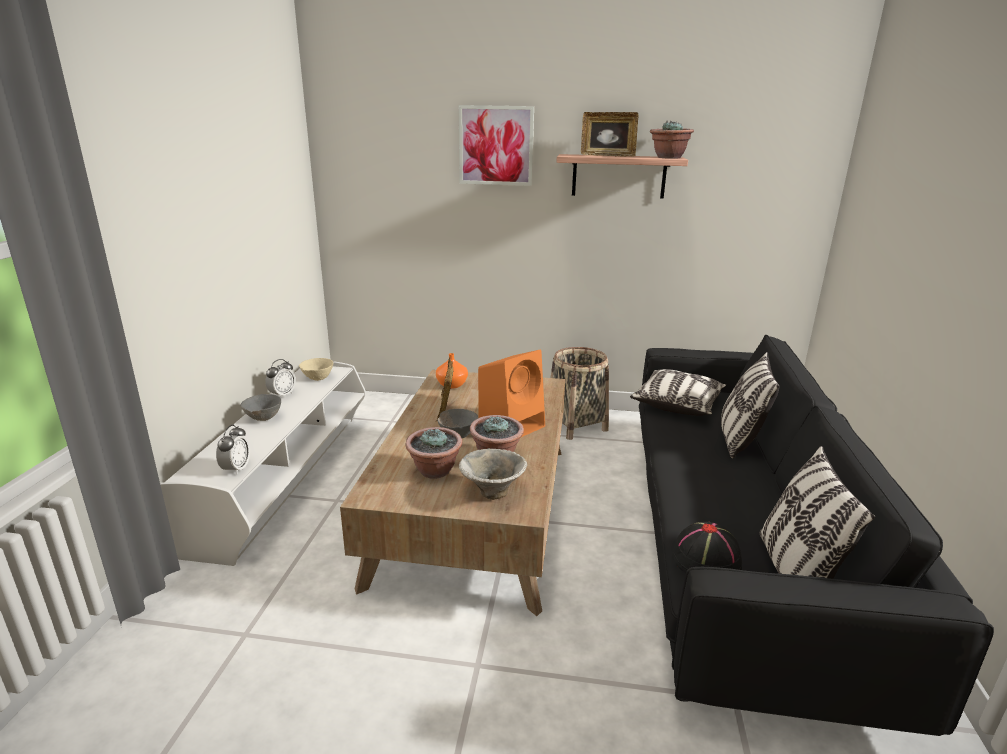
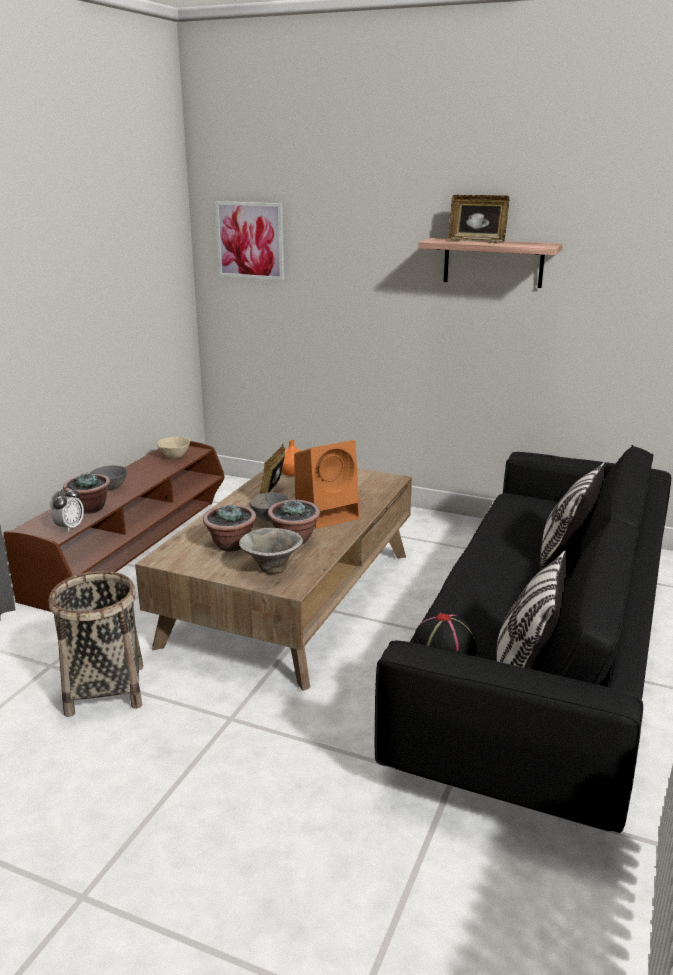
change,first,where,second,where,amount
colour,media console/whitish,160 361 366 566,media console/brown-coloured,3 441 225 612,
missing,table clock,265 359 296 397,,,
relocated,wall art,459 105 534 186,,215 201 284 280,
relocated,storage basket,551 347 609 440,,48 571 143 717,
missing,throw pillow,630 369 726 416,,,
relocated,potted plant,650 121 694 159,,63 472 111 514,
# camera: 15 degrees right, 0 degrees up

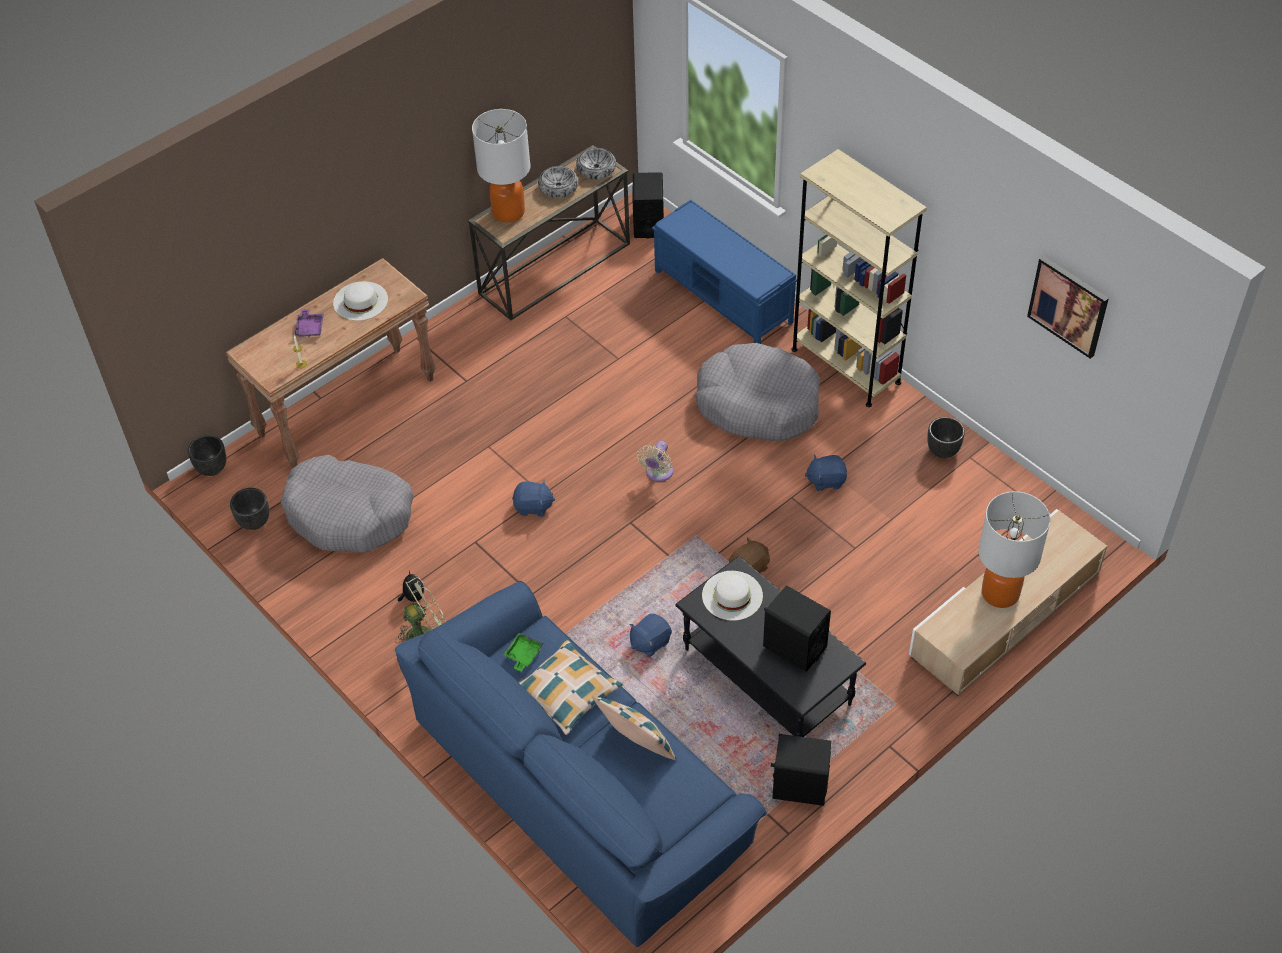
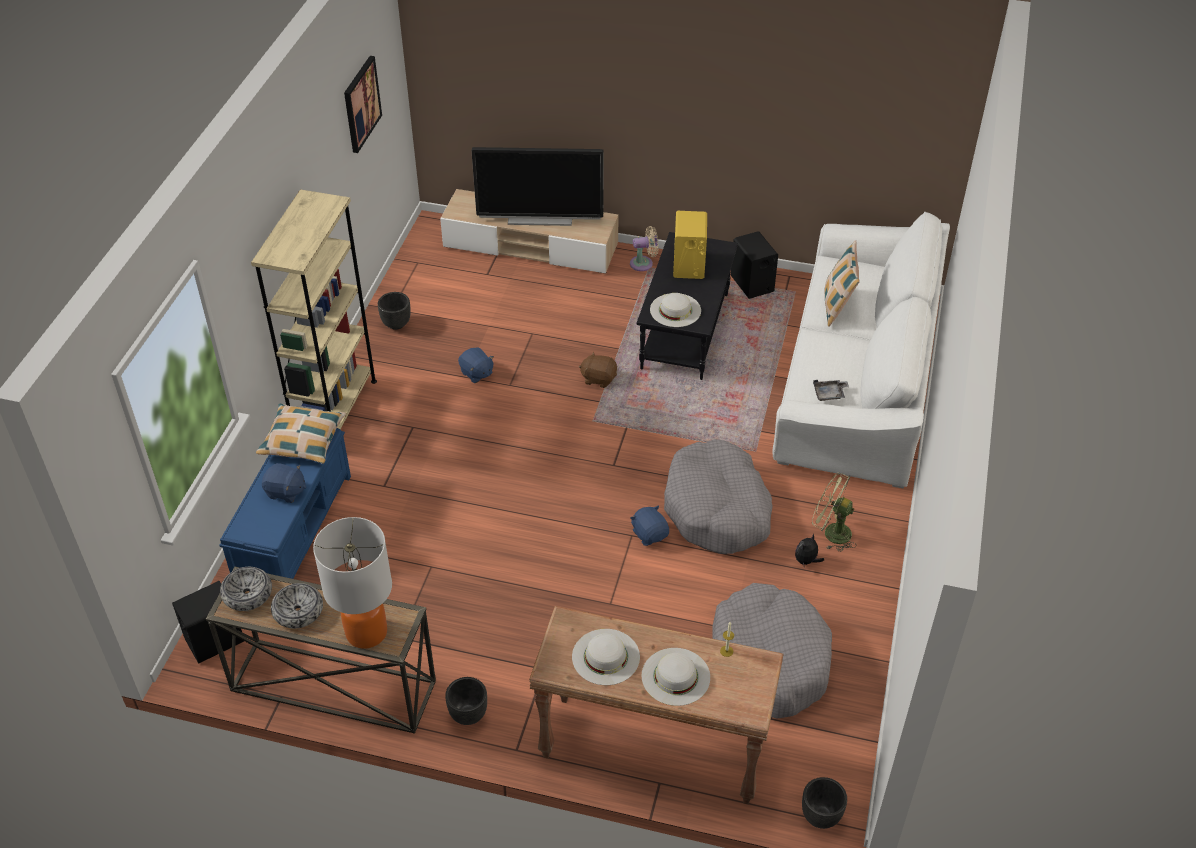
change,first,where,second,where,amount
relocated,plant pot/black-coloured,230 488 269 530,,445 677 487 725,
exchanged,tray/purple,294 309 324 337,clothing hat/whitish,642 648 710 706,
colour,couch/blue,395 581 767 947,couch/whitish,773 212 950 488,
colour,tray/green,503 633 543 672,tray/greyish,813 380 849 401,
relocated,throw pillow,519 640 623 735,,256 404 346 464,
relocated,plush toy/blue,629 613 672 657,,262 463 306 503,
relocated,electric fan/beige-coloured,637 440 673 482,,630 226 659 271,
relocated,dog cushion/greyish,695 343 820 441,,664 439 773 554,
colour,loudspeaker/black-coloured,763 585 831 672,loudspeaker/yellow-coloured,673 211 707 279,
exchanged,tabletop lamp,978 491 1051 608,TV,472 147 604 226,
# camera: 125 degrees left, 5 degrees down

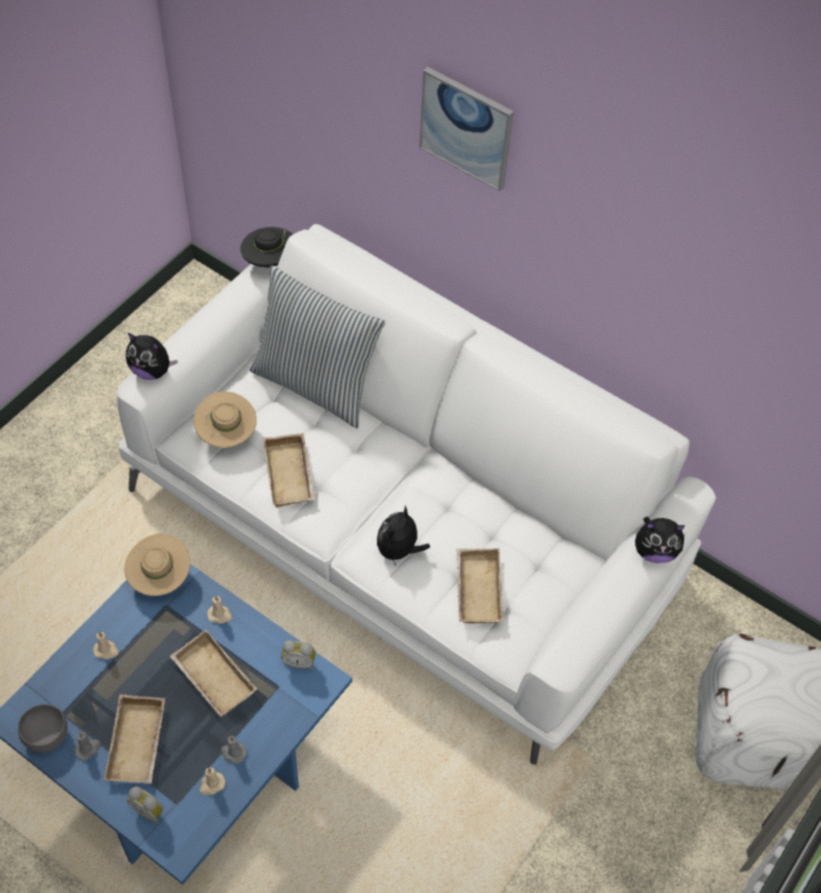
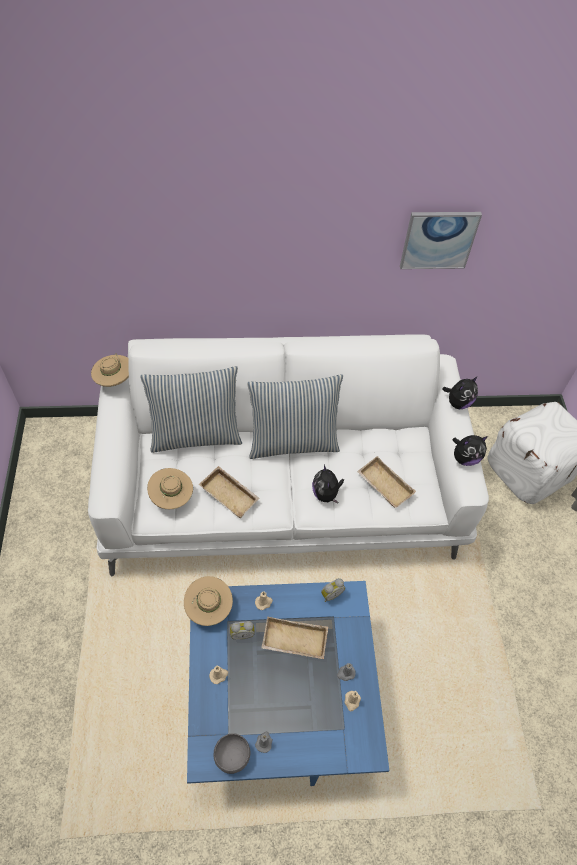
change,first,where,second,where,amount
missing,tray/beige-coloured,104 694 165 784,,,
relocated,plush toy,126 333 178 380,,452 435 488 466,
relocated,table clock,127 786 163 823,,230 621 255 640,
colour,clothing hat/black-coloured,240 227 293 268,clothing hat/beige-coloured,91 353 129 387,
relocated,wall art,419 67 514 191,,400 212 482 269,
appeared,,,throw pillow,247 374 343 459,
# camera: 40 degrees left, 0 degrees up

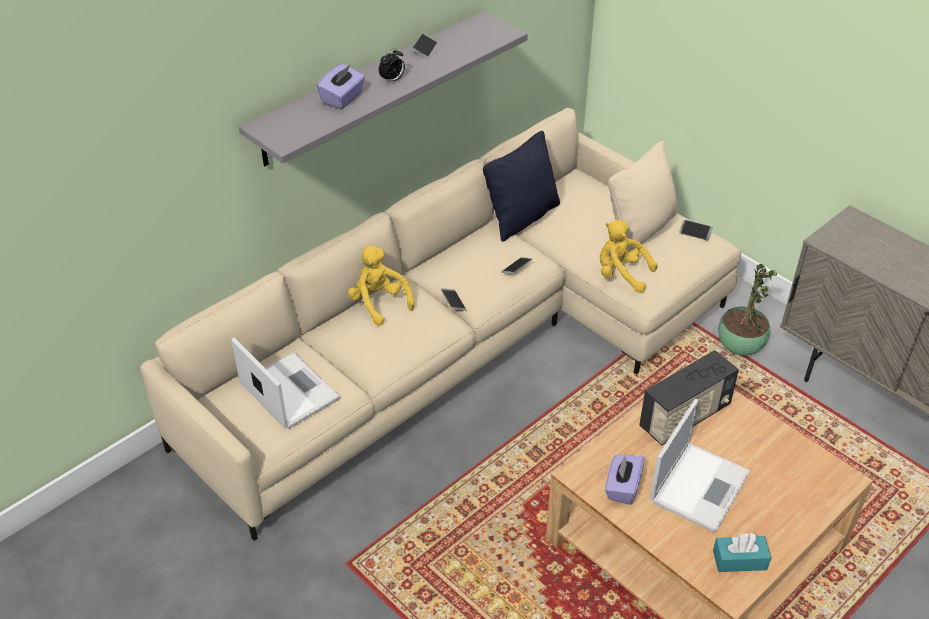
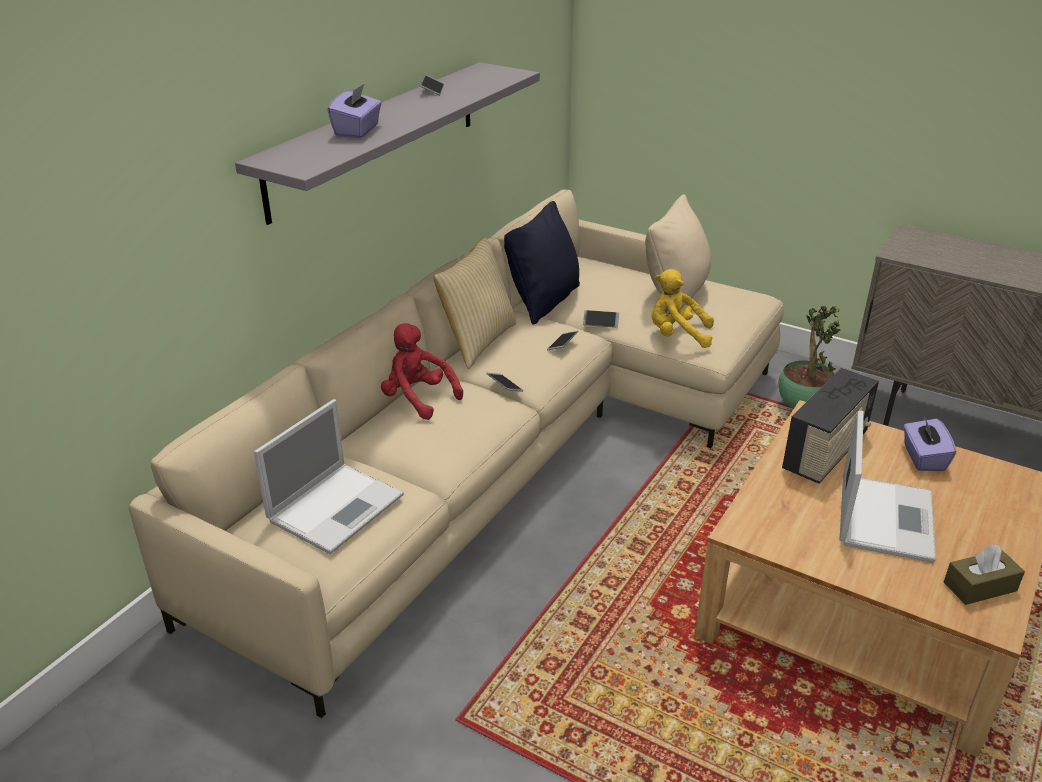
change,first,where,second,where,amount
spun,portable computer,231 337 340 429,,254 399 404 554,90 degrees clockwise
colour,plush toy/yellow-coloured,348 245 414 326,plush toy/red-coloured,381 323 463 420,
missing,table clock,379 48 405 84,,,
relocated,box of tissues/purple,605 454 645 505,,904 418 956 471,
relocated,telephone,679 220 713 241,,583 310 619 328,
colour,box of tissues/turquoise,713 533 771 572,box of tissues/brown-coloured,944 544 1025 605,
appeared,,,throw pillow,433 236 516 369,
# camera: 15 degrees left, 10 degrees down

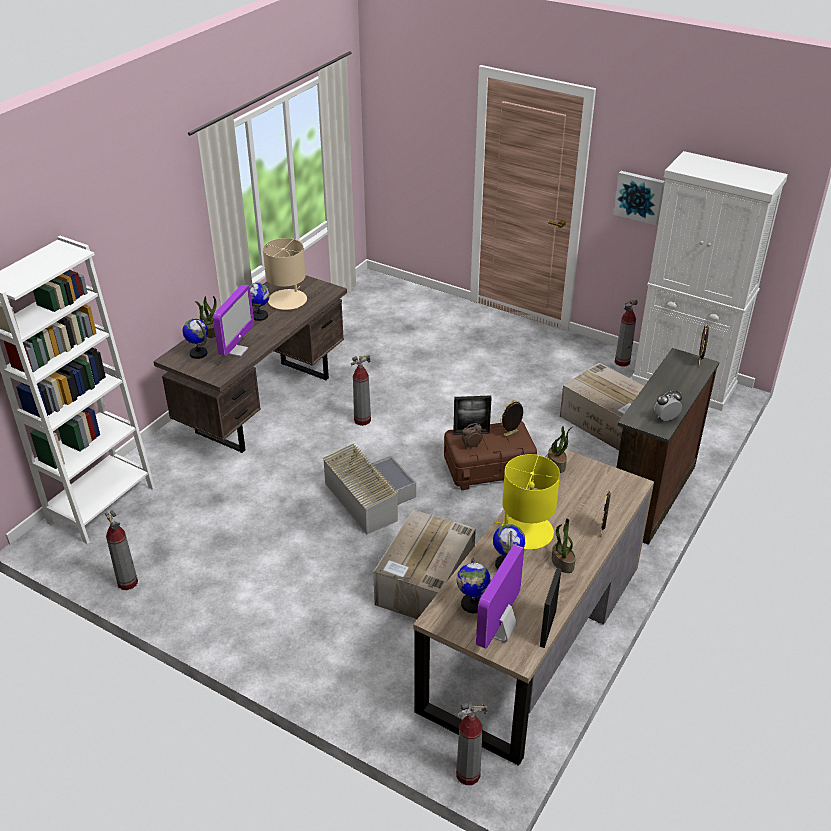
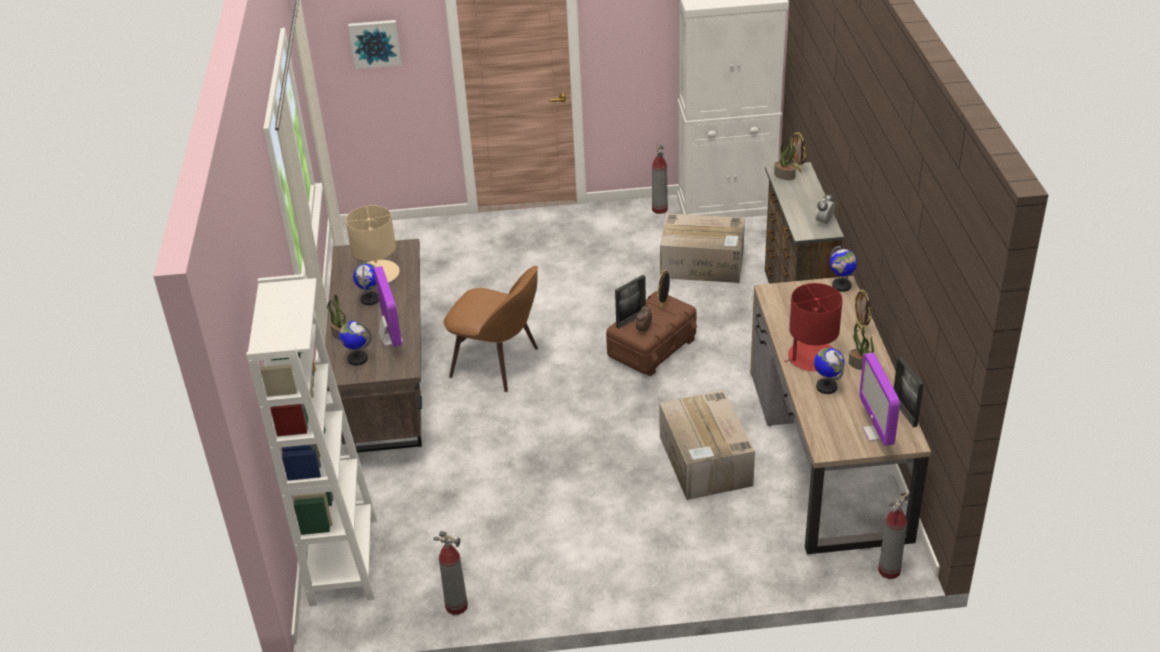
change,first,where,second,where,amount
missing,storage bin/greyish,323 443 416 534,,,
exchanged,extinguisher,351 355 371 426,upright chair/brown-coloured,443 266 538 392,
relocated,desk globe,457 557 490 613,,830 246 857 292,
colour,tabletop lamp/yellow-coloured,495 454 560 550,tabletop lamp/red-coloured,784 283 843 371,
relocated,potted plant,548 426 573 473,,774 137 796 180,
relocated,wall art,613 171 665 225,,348 20 402 69,
# camera: 35 degrees left, 0 degrees up

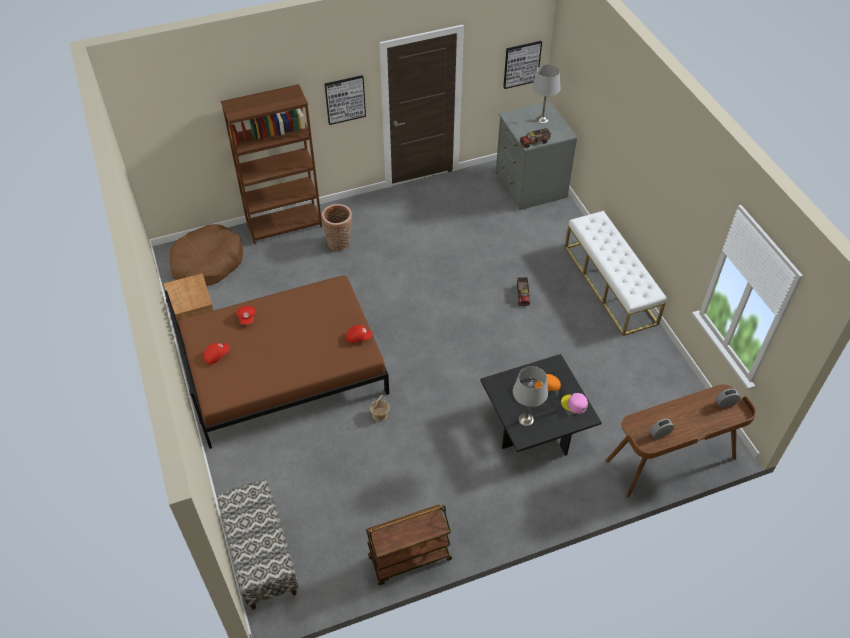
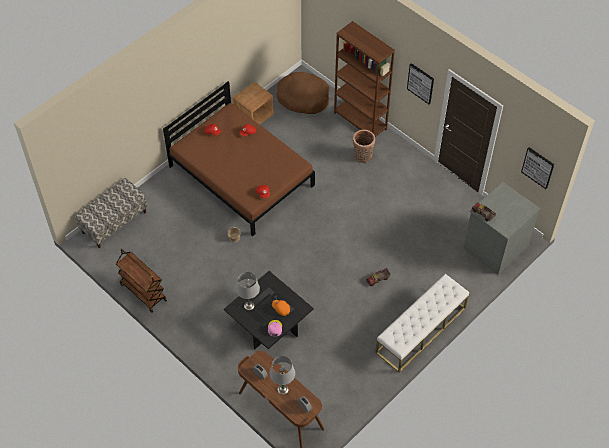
change,first,where,second,where,amount
relocated,tabletop lamp/greyish,532 64 561 124,,270 356 295 395,
# camera: 65 degrees right, 5 degrees up

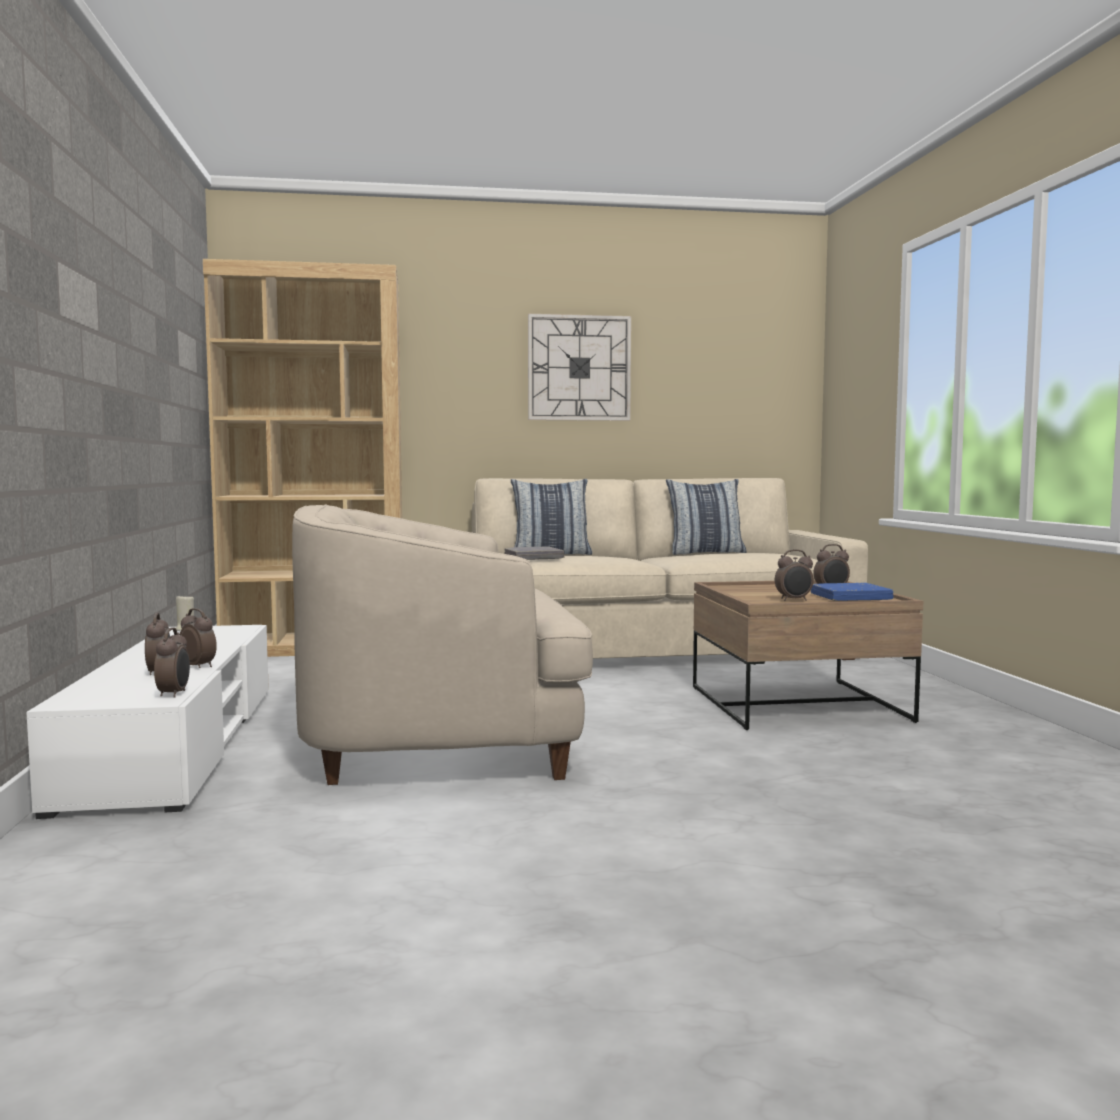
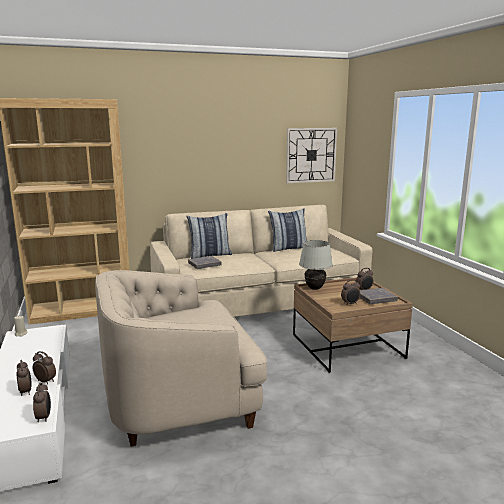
change,first,where,second,where,amount
relocated,hanging clock,528 314 631 421,,286 128 337 183,
colour,volume/blue,811 583 893 601,volume/greyish,360 288 398 304,
appeared,,,tabletop lamp/whitish,299 240 333 290,
# camera: 10 degrees left, 10 degrees up

